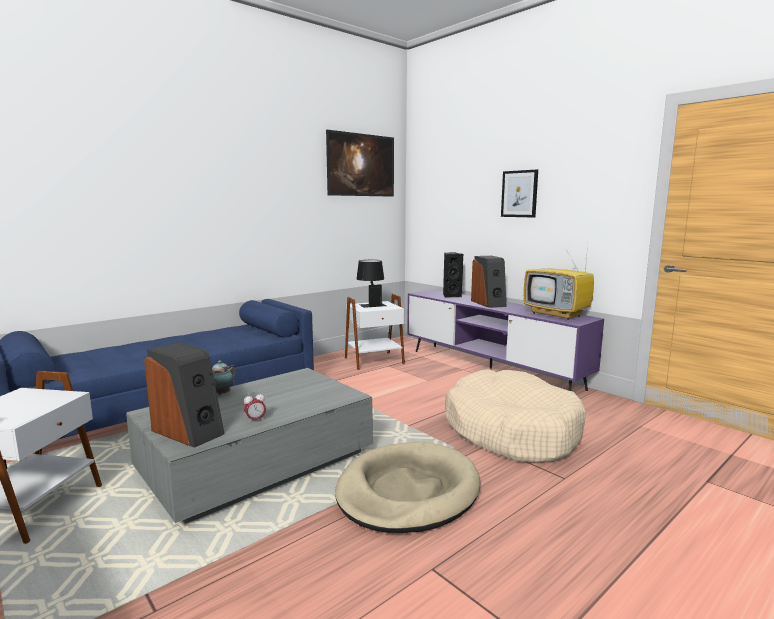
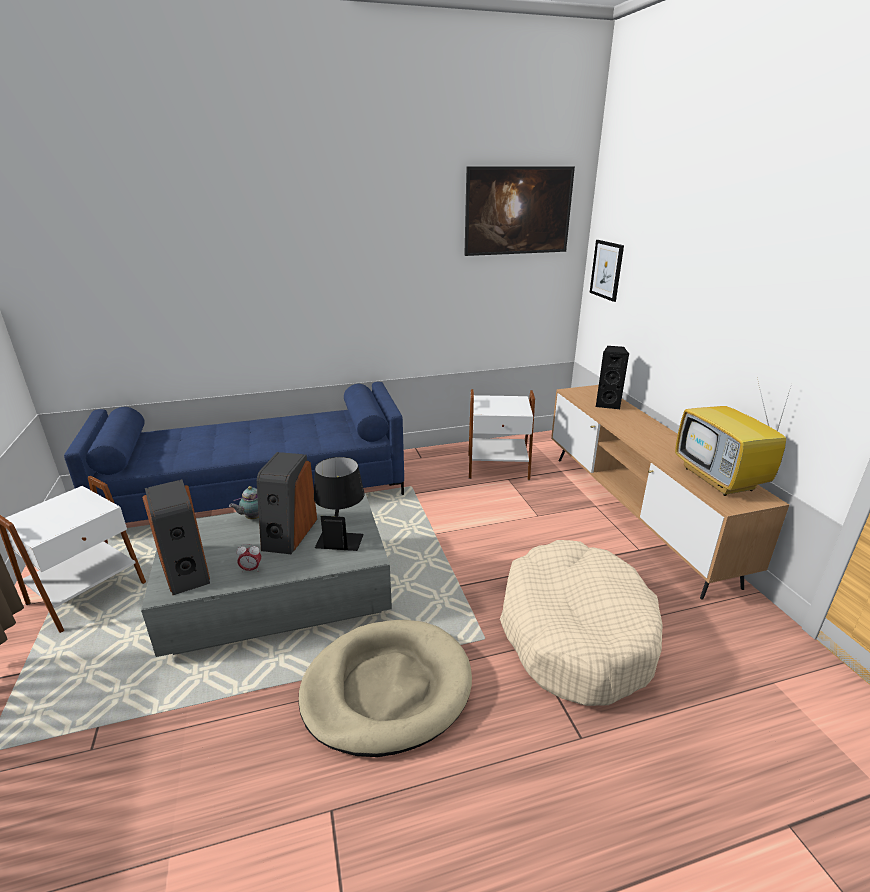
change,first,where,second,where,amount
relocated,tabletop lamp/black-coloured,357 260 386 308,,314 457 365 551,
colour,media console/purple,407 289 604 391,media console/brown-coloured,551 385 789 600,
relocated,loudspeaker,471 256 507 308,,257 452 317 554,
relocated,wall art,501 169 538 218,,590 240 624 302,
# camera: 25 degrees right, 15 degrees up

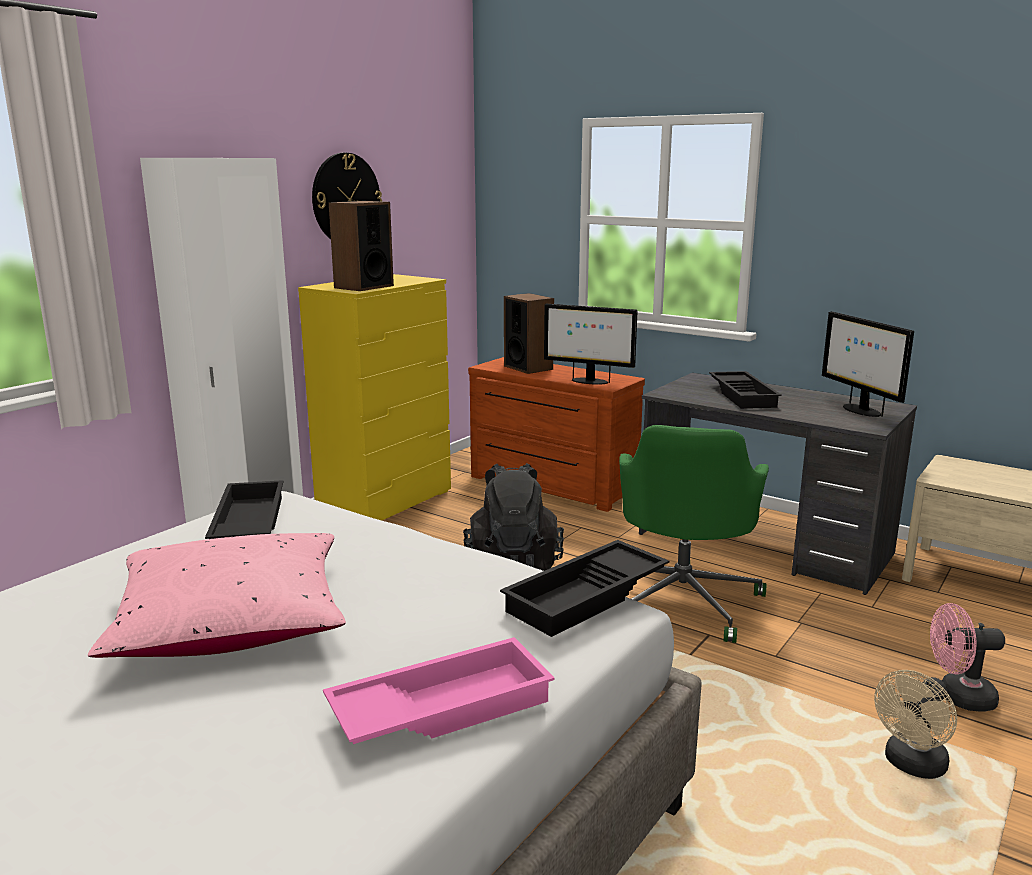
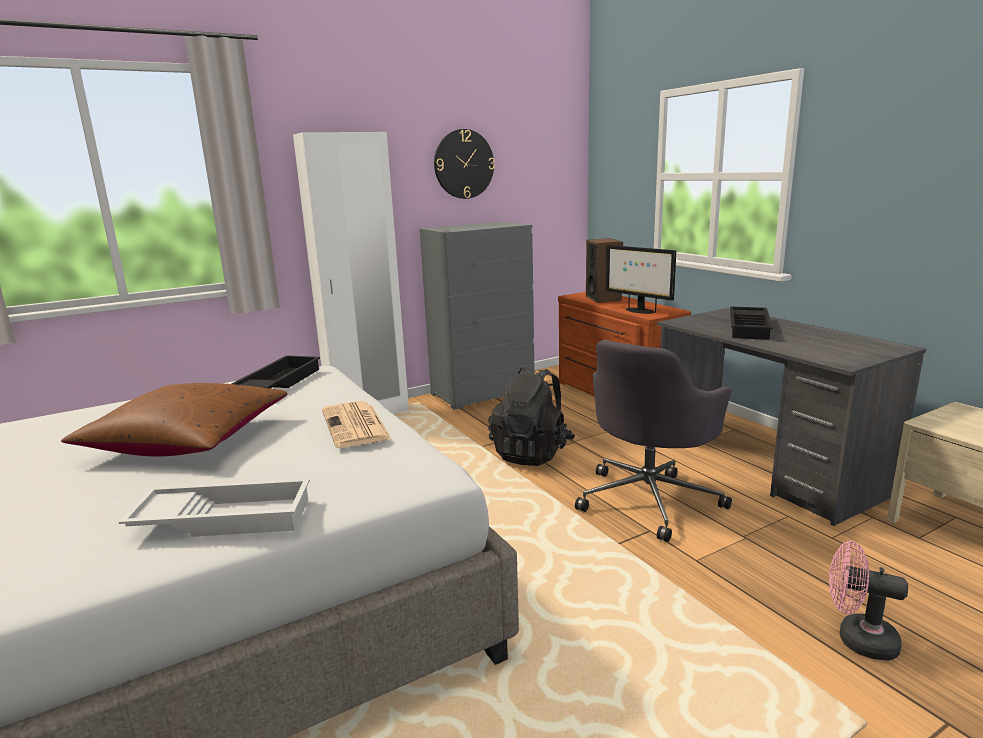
change,first,where,second,where,amount
colour,throw pillow/pinkish,88 533 346 658,throw pillow/brown-coloured,61 383 287 456,
colour,dresser/yellow-coloured,298 274 451 521,dresser/greyish,419 222 535 410,
colour,tray/pinkish,323 637 555 744,tray/whitish,119 479 310 537,
missing,loudspeaker,329 201 394 291,,,
missing,tray/black-coloured,500 540 669 637,,,
colour,desk chair/green,619 425 769 643,desk chair/greyish,575 340 732 542,
missing,computer screen,822 311 914 417,,,
missing,electric fan/beige-coloured,874 670 957 779,,,
appeared,,,newspaper,322 401 392 448,
# camera: 25 degrees right, 0 degrees up

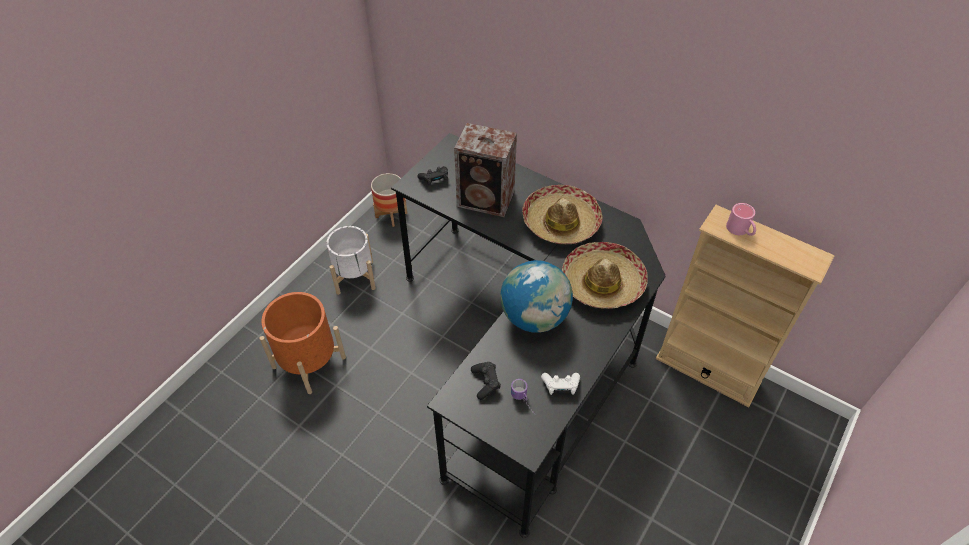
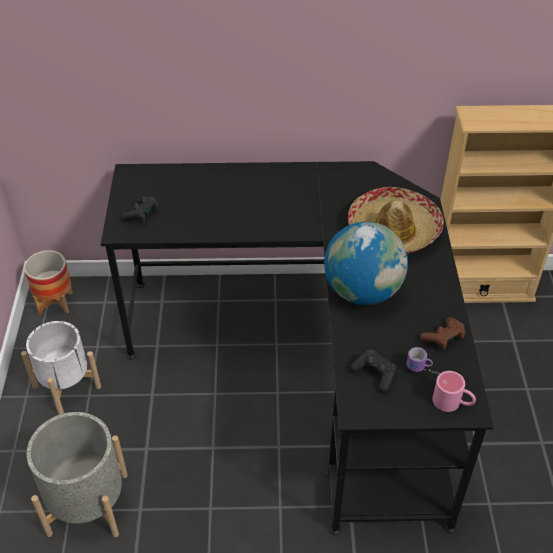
change,first,where,second,where,amount
colour,plant pot/orange-coloured,259 292 346 394,plant pot/greyish,26 412 128 537,
missing,loudspeaker,454 123 517 217,,,
missing,clothing hat,522 185 602 244,,,
colour,game controller/whitish,541 373 580 395,game controller/brown-coloured,420 317 466 350,
relocated,coffee mug/pinkish,726 203 756 236,,433 371 476 412,
# camera: 35 degrees left, 5 degrees down

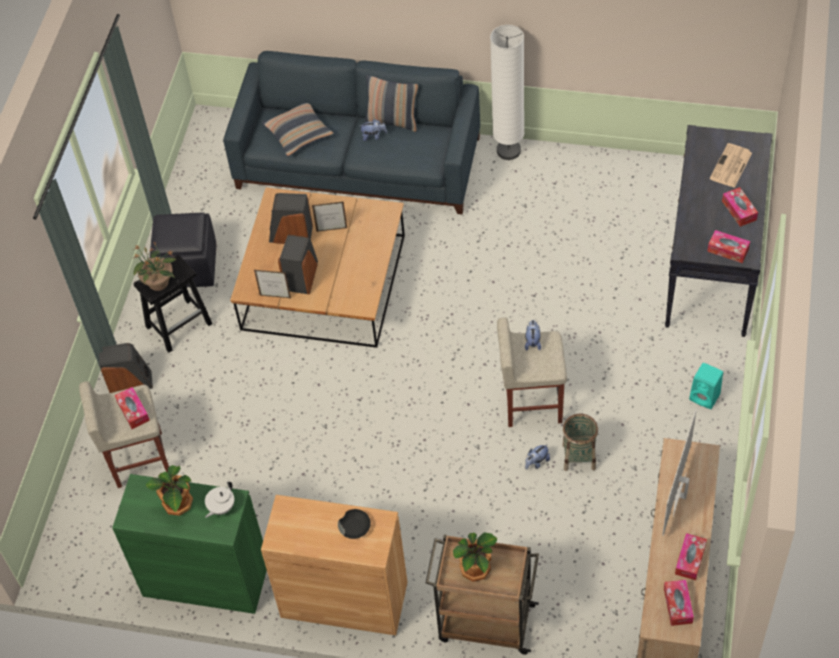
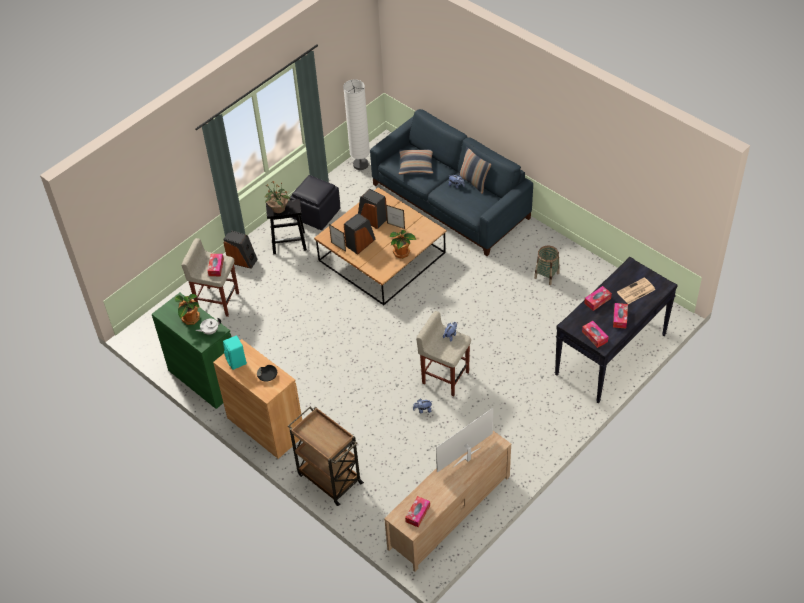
change,first,where,second,where,amount
relocated,potted plant,453 533 497 582,,389 230 416 259,
relocated,standing lamp/whitish,490 25 524 160,,343 80 370 170,
relocated,storage basket,562 414 598 471,,534 246 560 285,
relocated,box of tissues,675 533 707 580,,584 286 612 311,
relocated,loudspeaker/turquoise,689 363 723 409,,223 335 247 370,
# camera: 30 degrees right, 5 degrees down

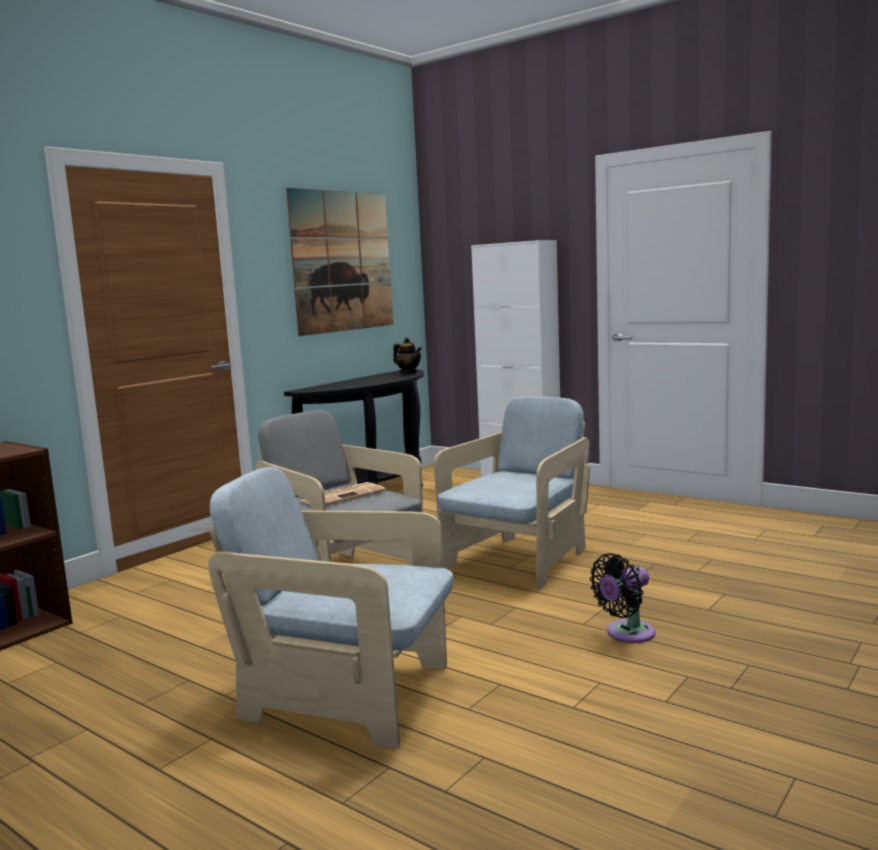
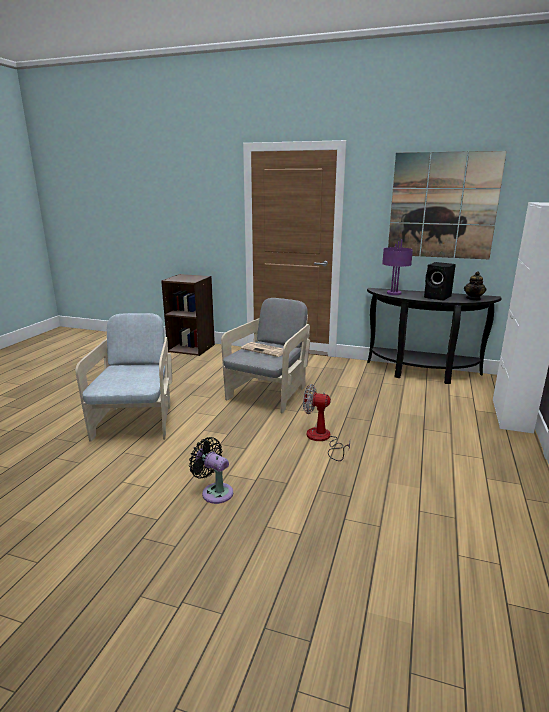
change,first,where,second,where,amount
exchanged,easy chair/beige-coloured,434 396 590 590,electric fan,303 384 350 461,
appeared,,,tabletop lamp/purple,382 239 413 295,
appeared,,,loudspeaker/black-coloured,424 262 456 300,
# camera: 70 degrees right, 10 degrees up

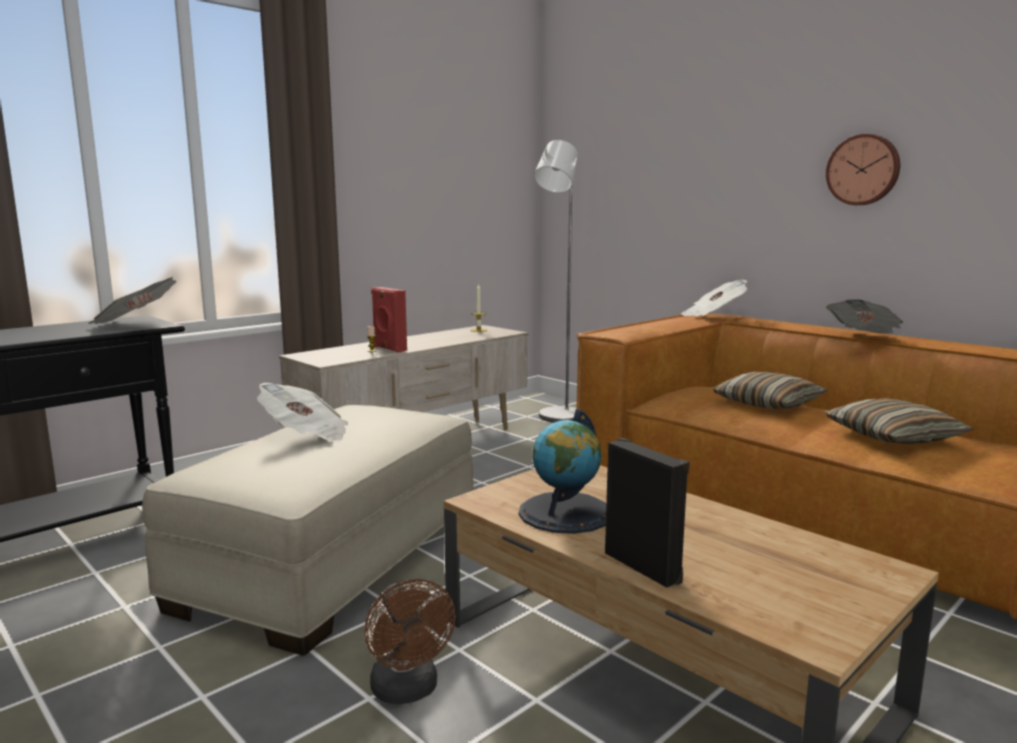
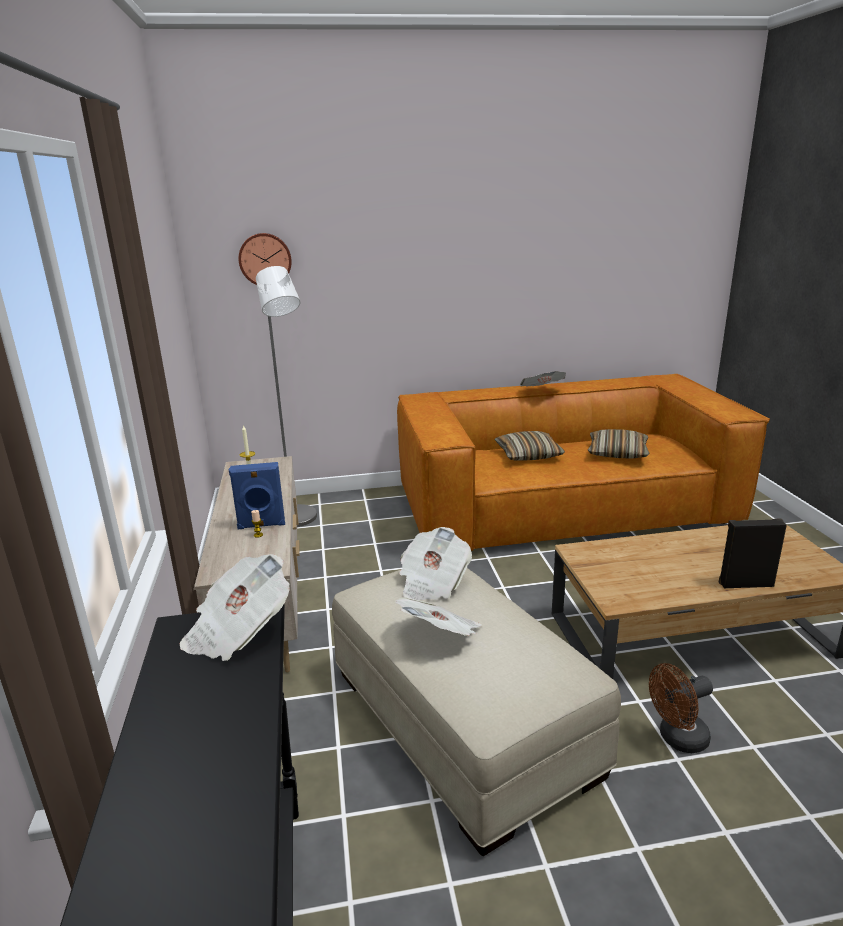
change,first,where,second,where,amount
spun,electric fan/brown-coloured,365 579 456 704,,649 663 713 753,150 degrees clockwise
colour,loudspeaker/red-coloured,371 287 407 353,loudspeaker/blue,229 462 285 529,
missing,desk globe,519 409 606 534,,,
relocated,newspaper,681 280 748 316,,399 527 472 601,
relocated,hanging clock,826 134 900 205,,239 233 292 285,
# camera: 55 degrees left, 10 degrees up

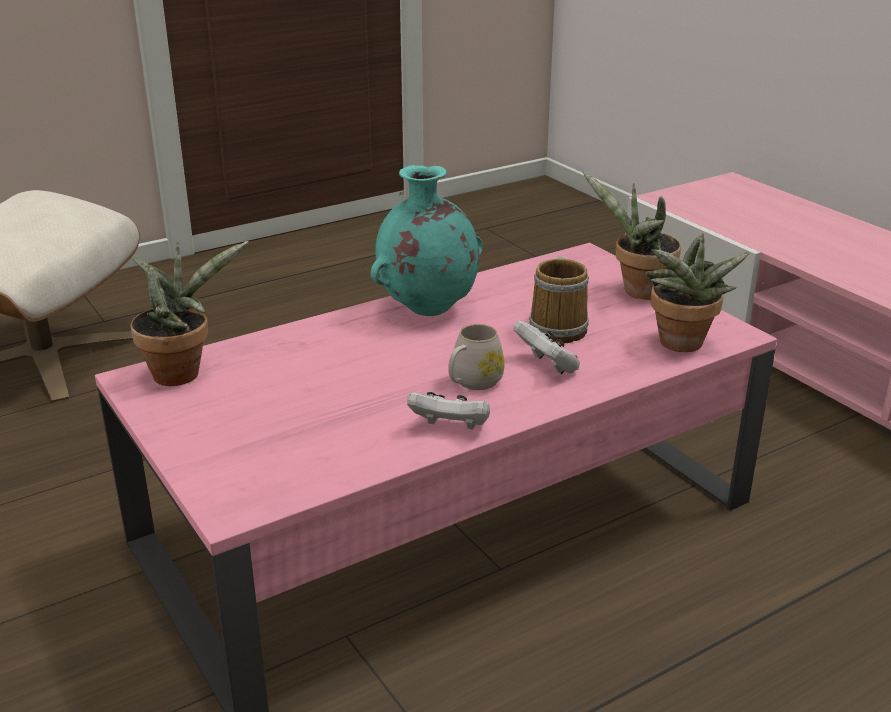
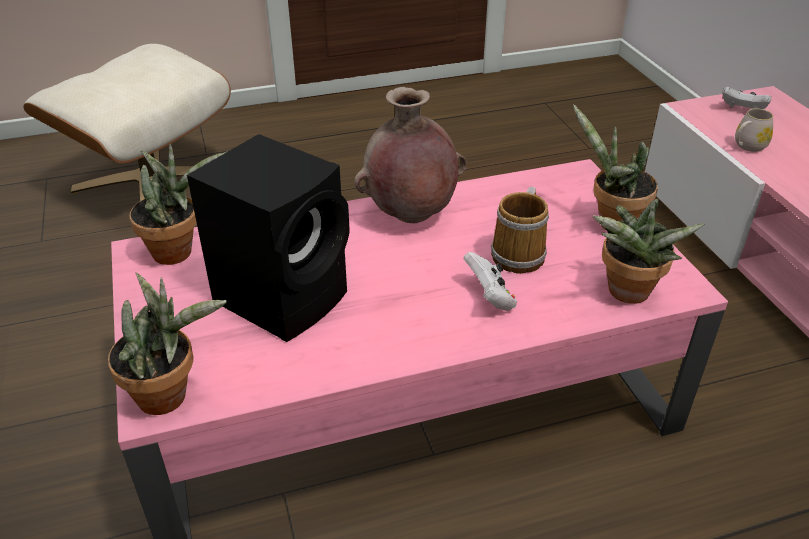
change,first,where,second,where,amount
colour,flower vase/turquoise,370 165 483 316,flower vase/brown-coloured,354 87 467 223,
relocated,game controller/whitish,407 392 490 430,,722 87 771 109,
relocated,coffee mug/whitish,448 324 505 390,,735 108 773 152,
appeared,,,potted plant,108 272 227 415,
appeared,,,loudspeaker/black-coloured,187 134 350 342,
# camera: 15 degrees right, 10 degrees up

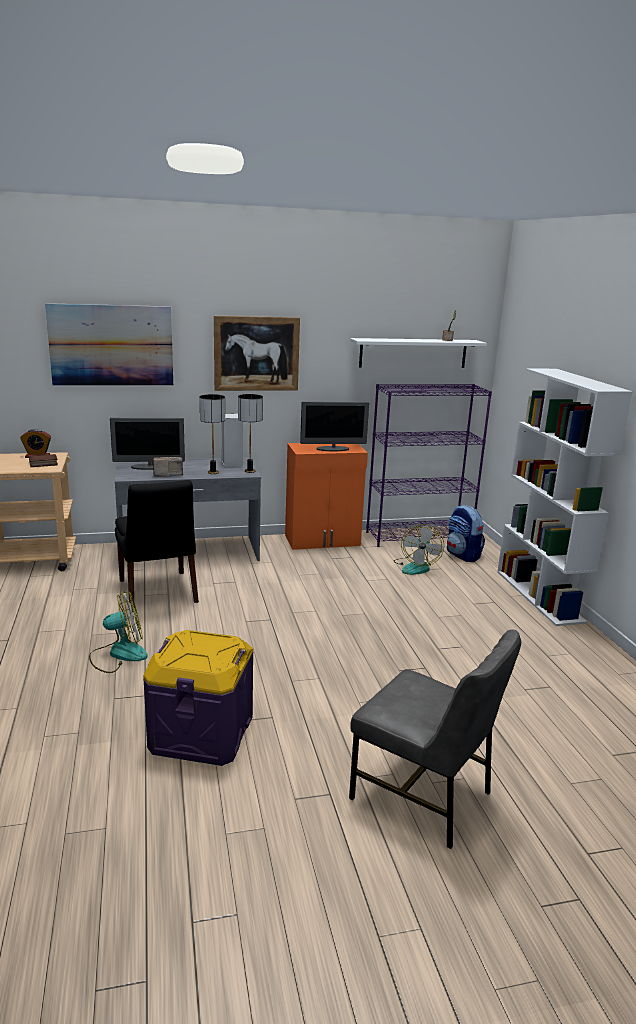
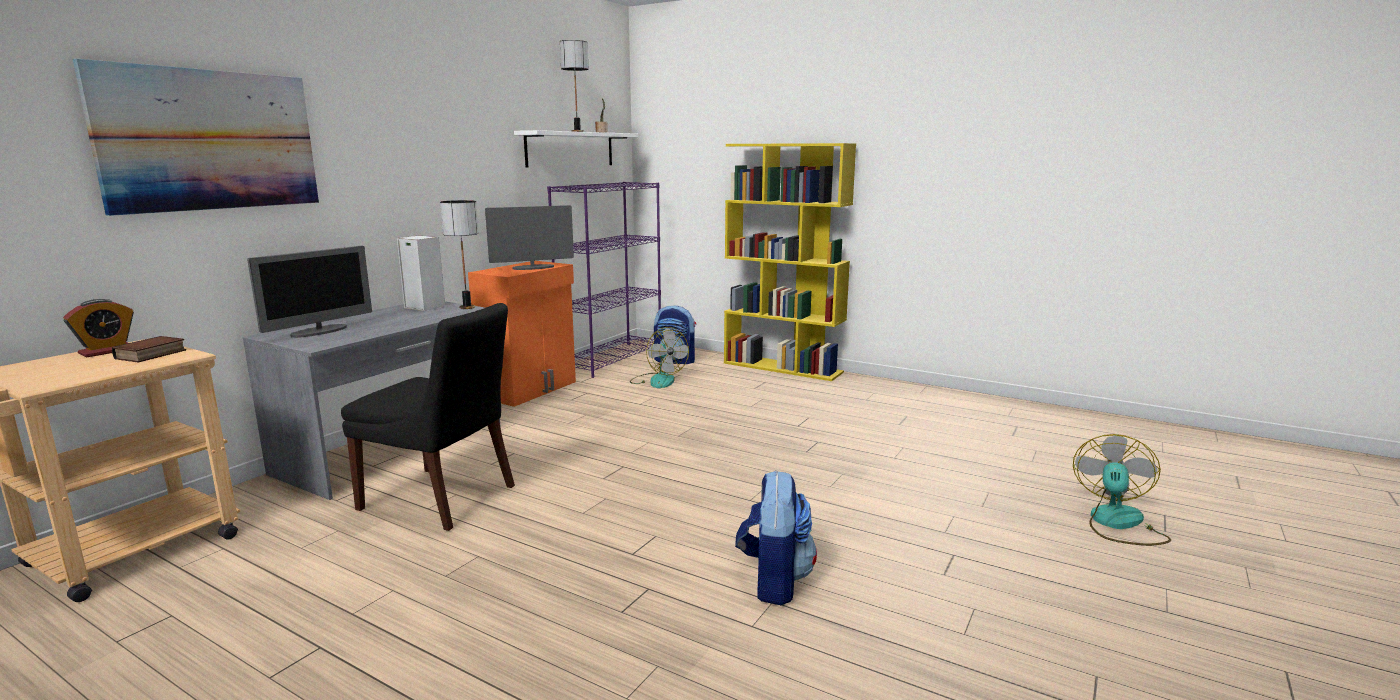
change,first,where,second,where,amount
relocated,electric fan,89 590 148 673,,1073 434 1171 546,
exchanged,storage bin/purple,143 630 254 766,rucksack,735 470 817 605,
missing,radio,152 457 184 477,,,
relocated,tabletop lamp,200 394 225 474,,560 40 589 132,
missing,wall art,214 316 300 391,,,
spun,computer screen,300 401 369 451,,485 205 574 270,150 degrees counterclockwise
missing,upright chair/greyish,349 629 521 849,,,
colour,bookshelf/whitish,497 369 633 626,bookshelf/yellow-coloured,724 143 856 381,
# camera: 45 degrees left, 5 degrees down

